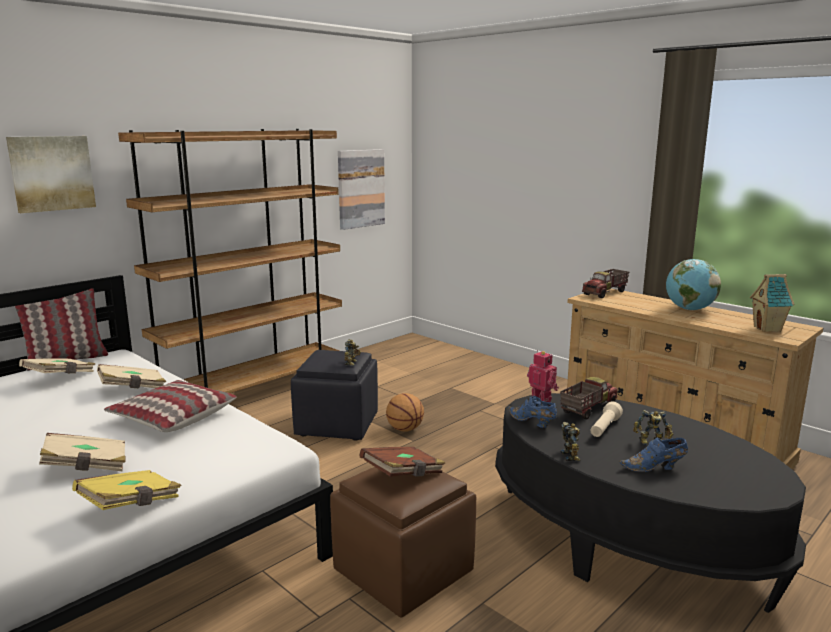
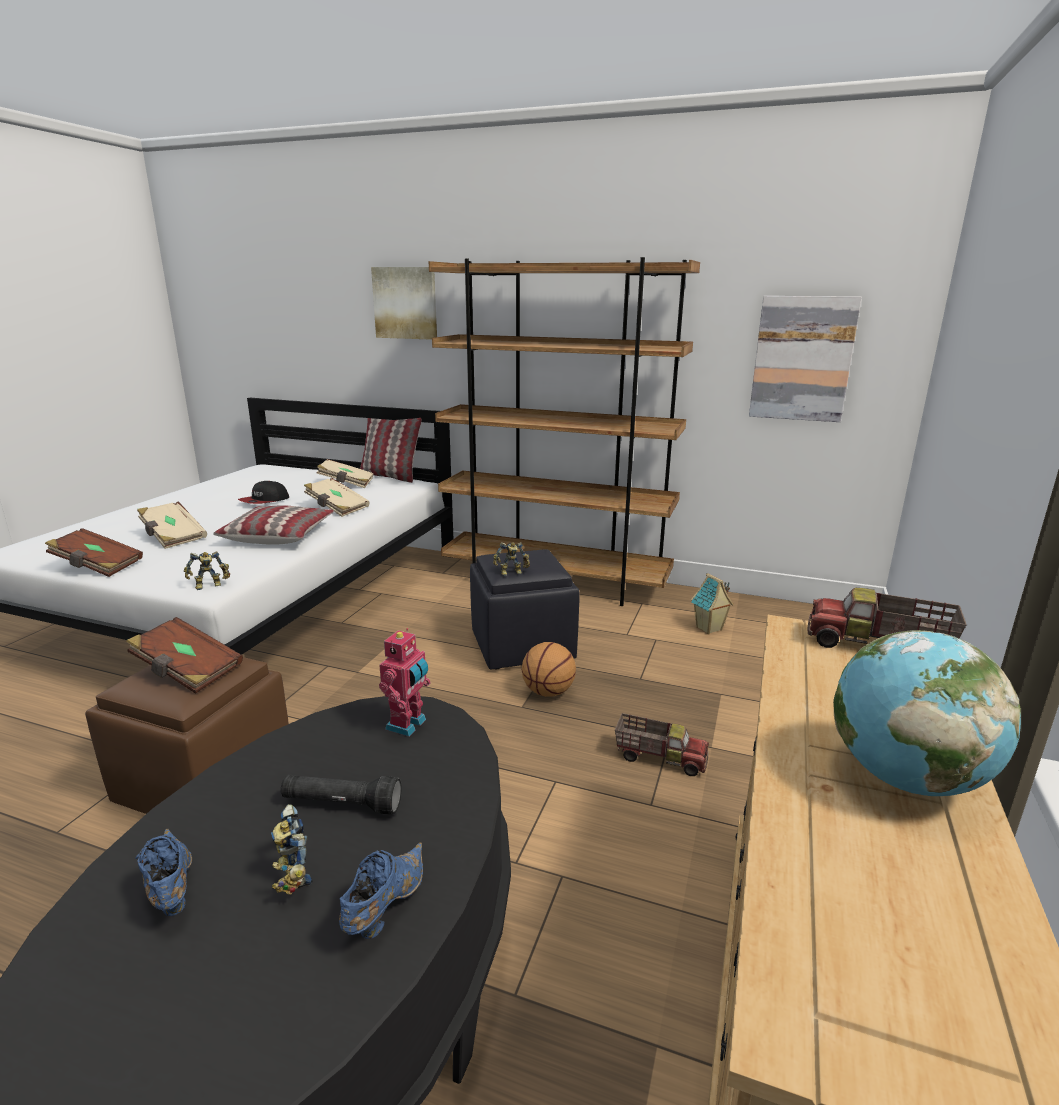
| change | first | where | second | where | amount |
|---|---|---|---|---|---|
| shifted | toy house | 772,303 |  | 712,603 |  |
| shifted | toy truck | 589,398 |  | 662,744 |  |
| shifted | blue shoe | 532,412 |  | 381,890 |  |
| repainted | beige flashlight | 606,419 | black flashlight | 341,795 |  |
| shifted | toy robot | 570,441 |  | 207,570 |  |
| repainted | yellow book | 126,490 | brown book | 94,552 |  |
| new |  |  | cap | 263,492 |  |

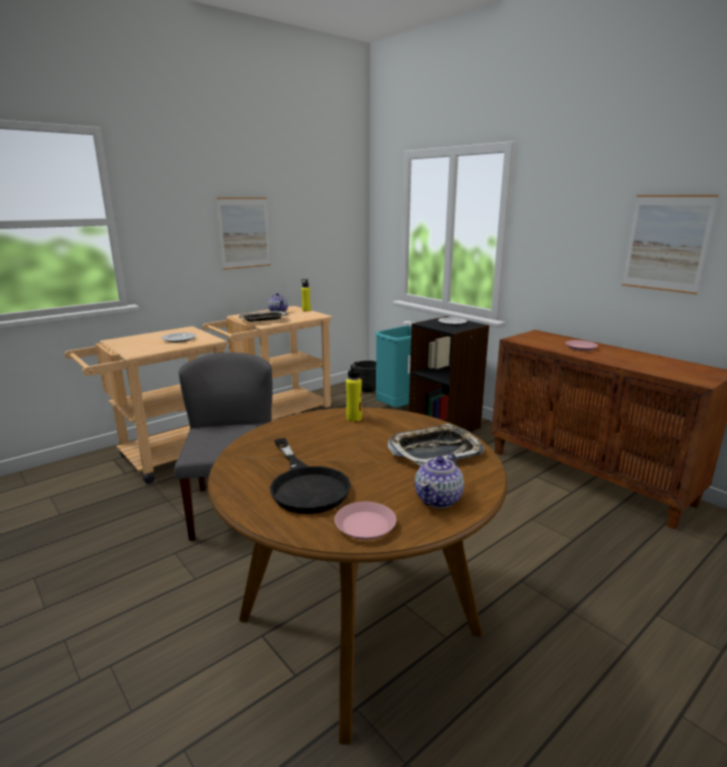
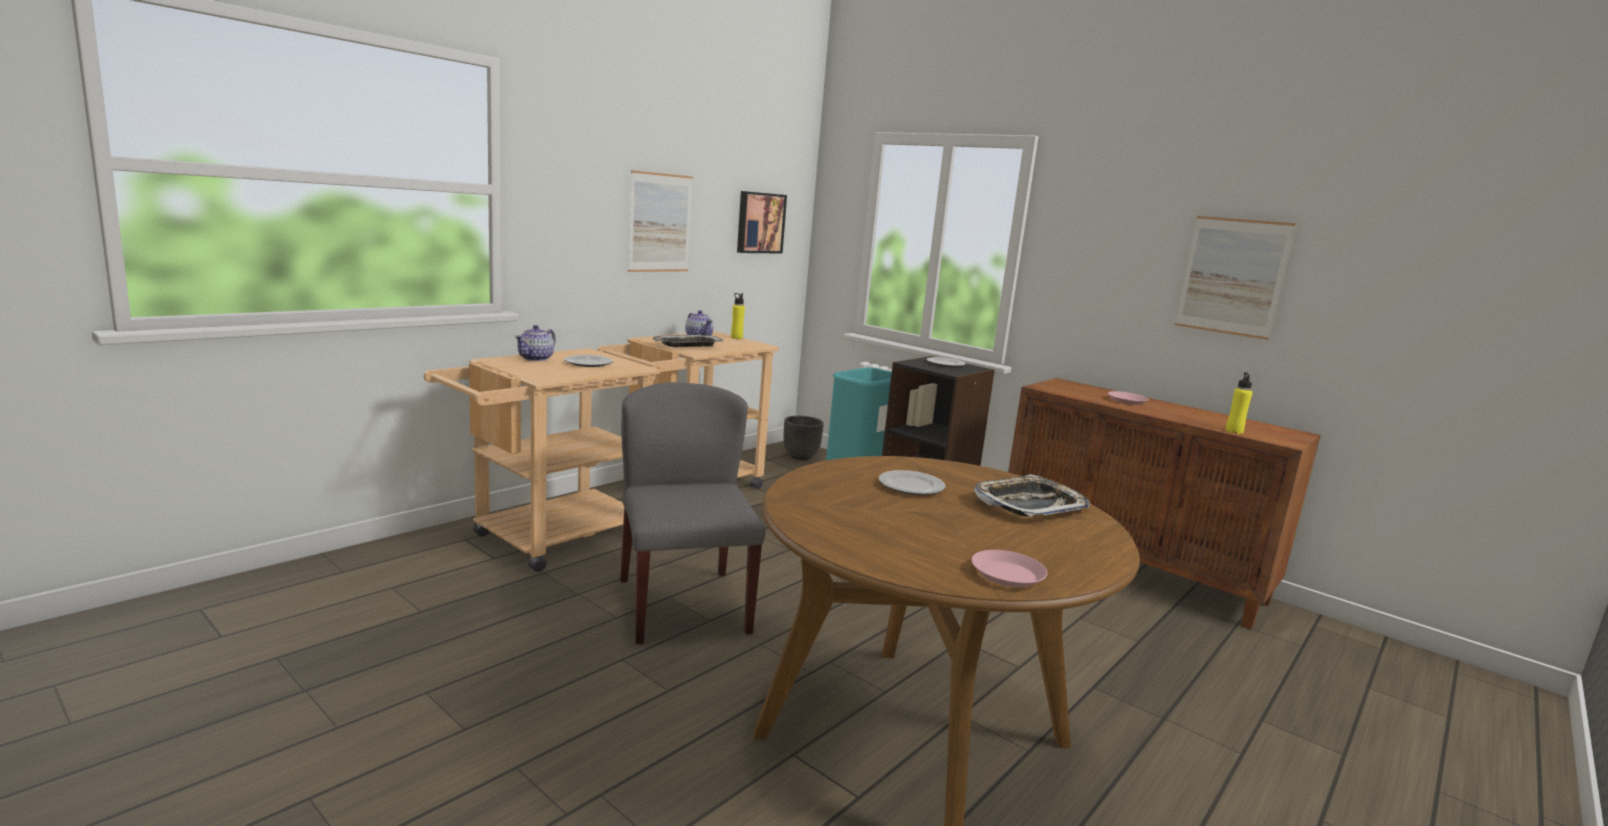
| change | first | where | second | where | amount |
|---|---|---|---|---|---|
| shifted | yellow bottle | 354,392 |  | 1239,403 |  |
| gone | black frying pan | 310,476 |  |  |  |
| shifted | teapot | 439,480 |  | 535,343 |  |
| new |  |  | picture | 762,222 |  |
| new |  |  | plate | 912,482 |  |

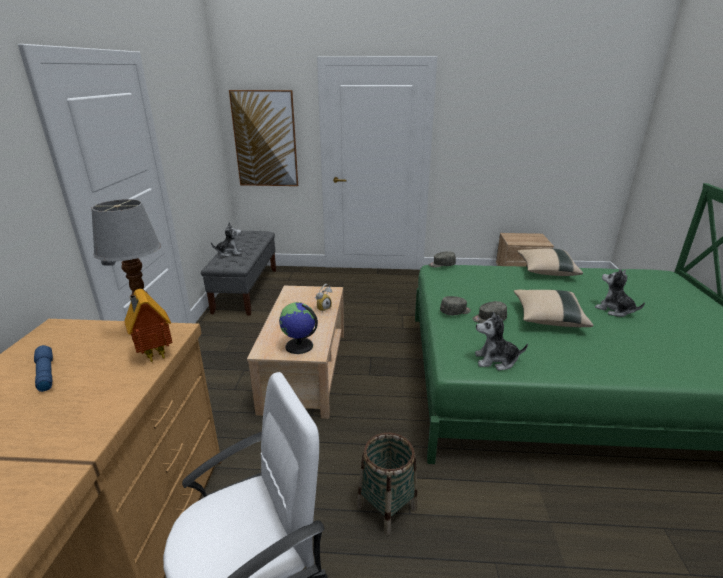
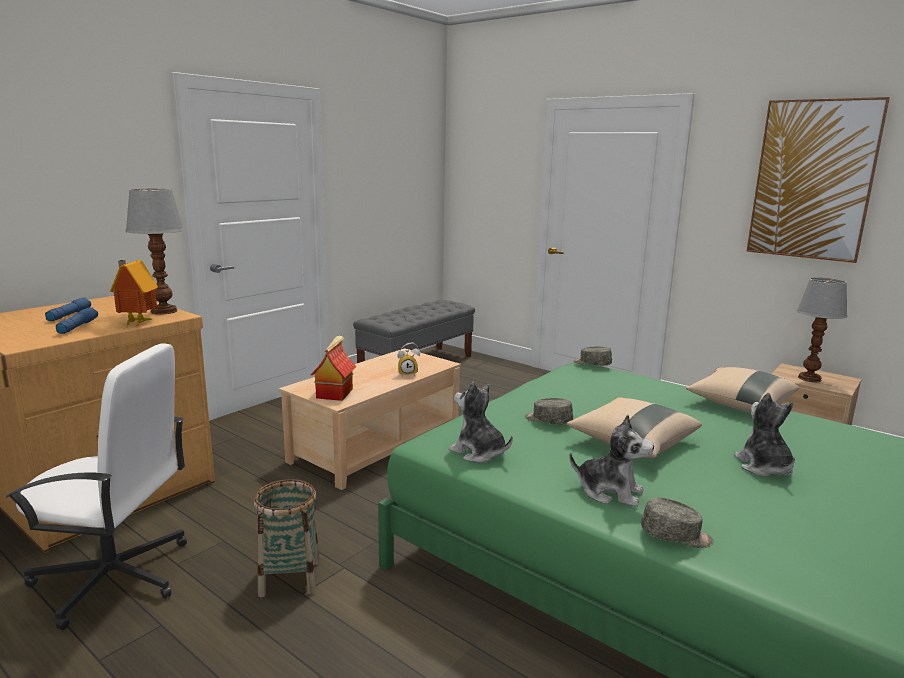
| change | first | where | second | where | amount |
|---|---|---|---|---|---|
| shifted | picture | 263,138 |  | 818,180 |  |
| shifted | plush toy | 226,239 |  | 611,460 |  |
| shifted | grey cap | 455,305 |  | 677,522 |  |
| swapped | globe | 298,328 | toy house | 333,368 |  |
| new |  |  | table lamp | 822,330 |  |
| new |  |  | blue flashlight | 77,320 |  |

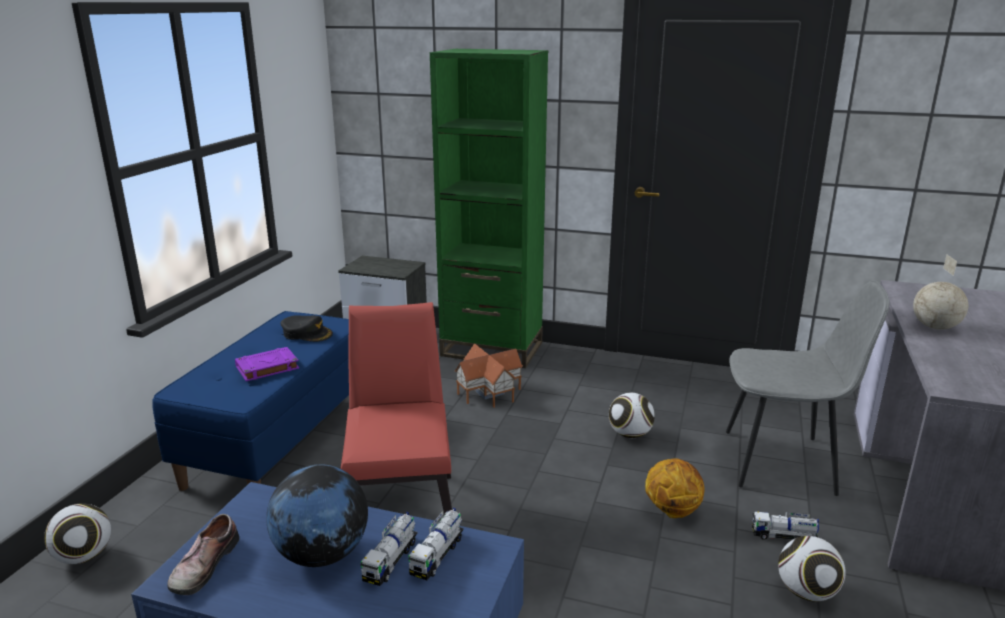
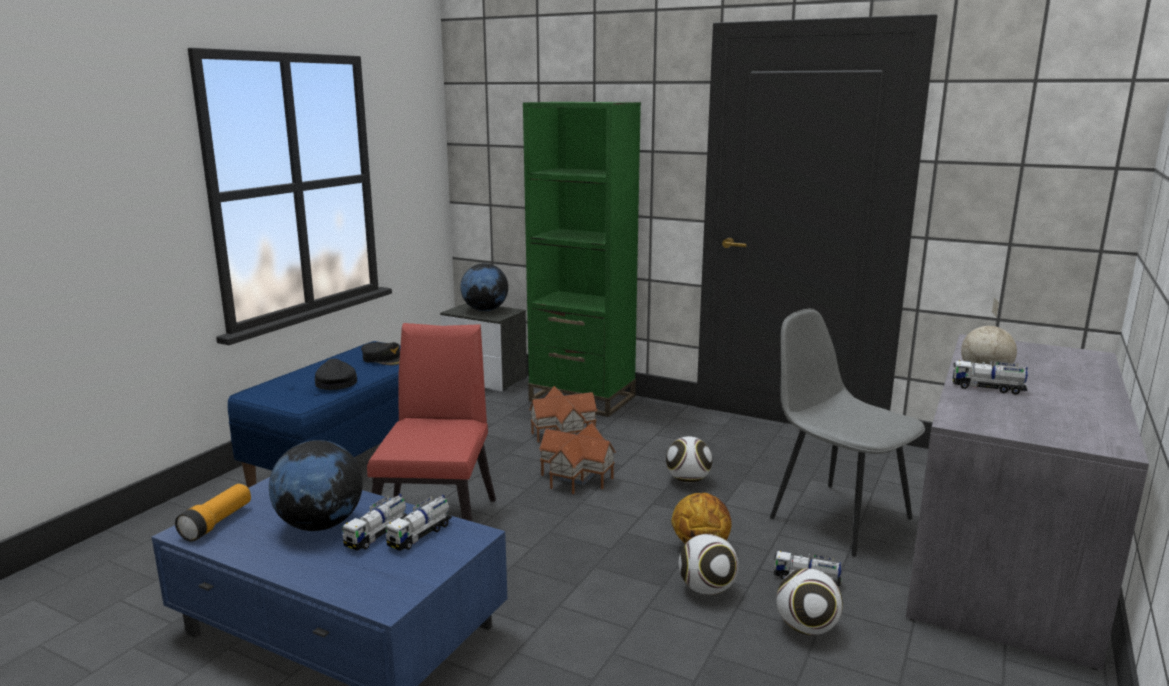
| change | first | where | second | where | amount |
|---|---|---|---|---|---|
| rotated | grey chair | 808,388 |  | 847,432 | 150 degrees counterclockwise |
| swapped | purple book | 267,364 | black cap | 336,374 |  |
| shifted | football | 77,533 |  | 708,564 |  |
| swapped | shoe | 203,554 | flashlight | 213,513 |  |
| new |  |  | globe | 484,287 |  |
| new |  |  | toy truck | 990,377 |  |
| new |  |  | toy house | 577,458 |  |

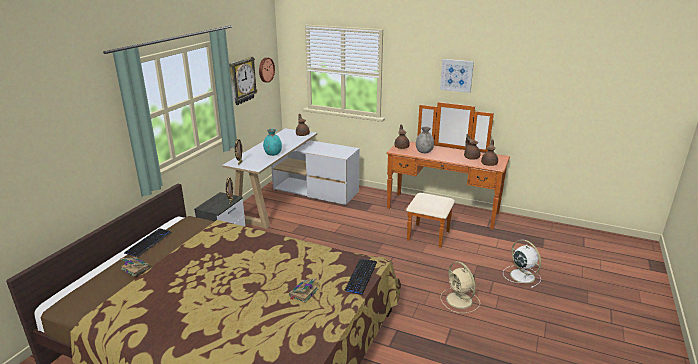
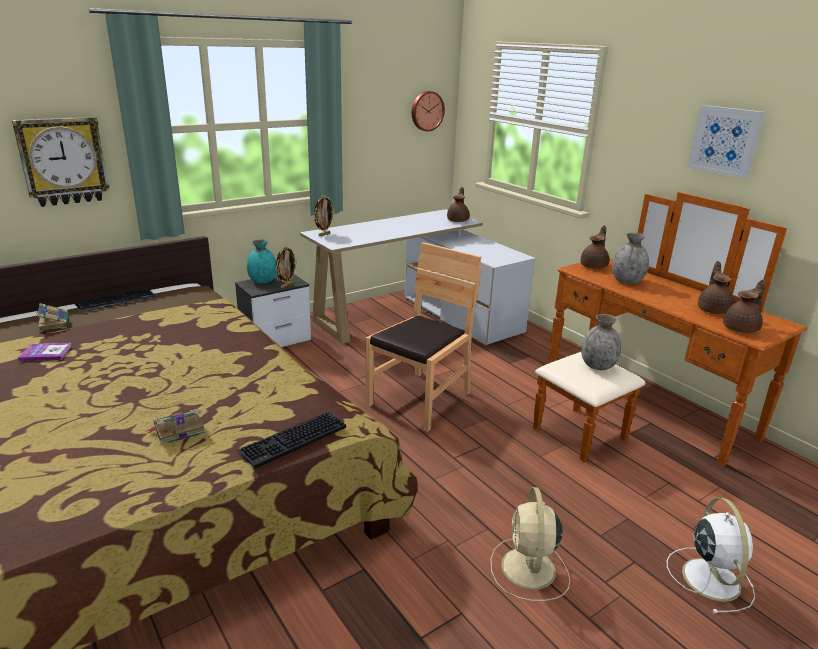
| change | first | where | second | where | amount |
|---|---|---|---|---|---|
| shifted | wall clock | 243,81 |  | 61,162 |  |
| shifted | turquoise vase | 272,142 |  | 262,261 |  |
| new |  |  | brown chair | 423,337 |  |
| new |  |  | grey vase | 601,342 |  |
| new |  |  | book | 45,352 |  |

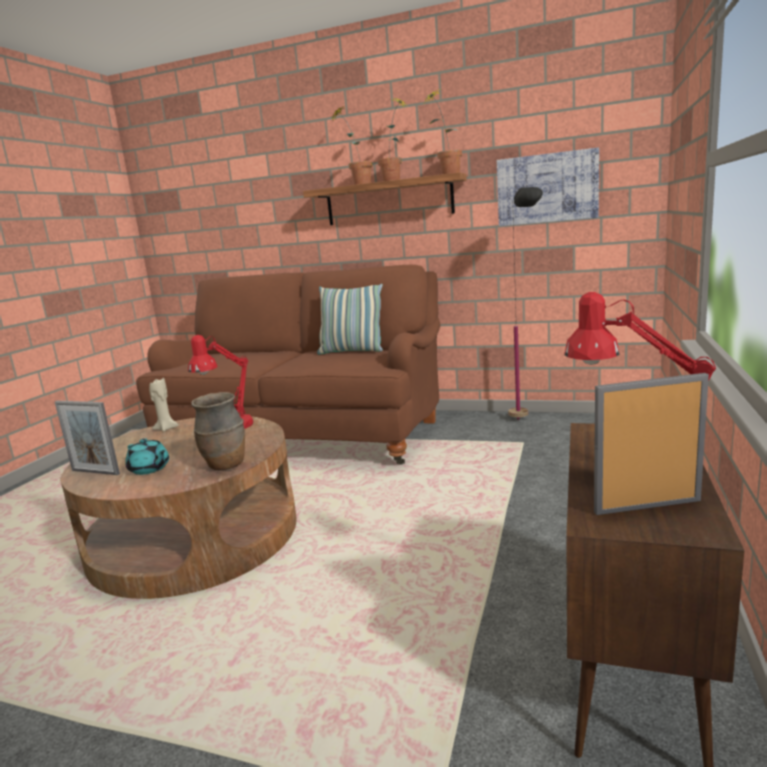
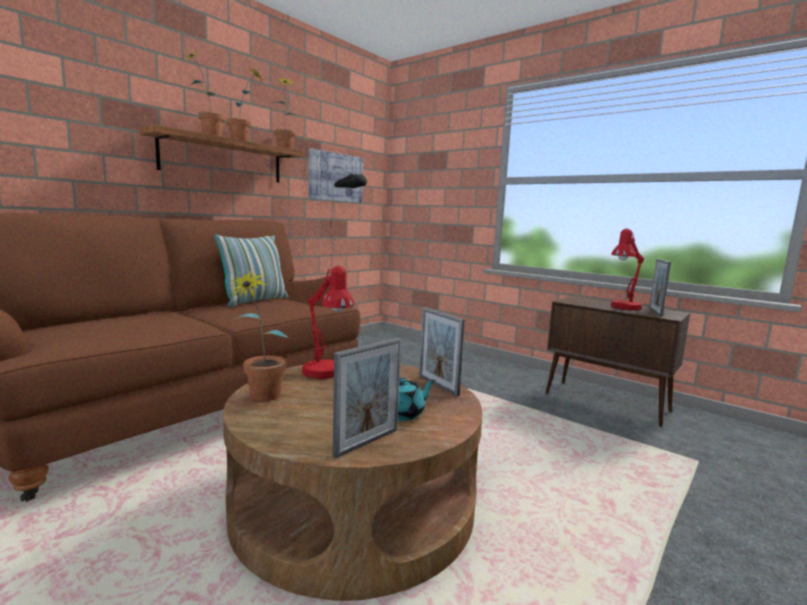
| change | first | where | second | where | amount |
|---|---|---|---|---|---|
| swapped | beige candle | 164,405 | potted plant | 259,335 |  |
| swapped | brown vase | 218,431 | picture frame | 442,351 |  |

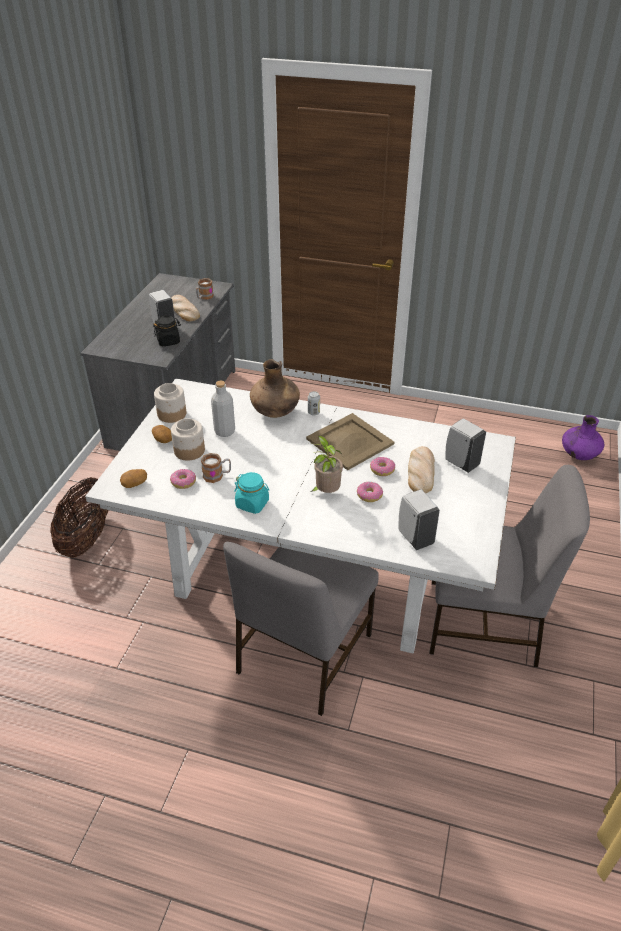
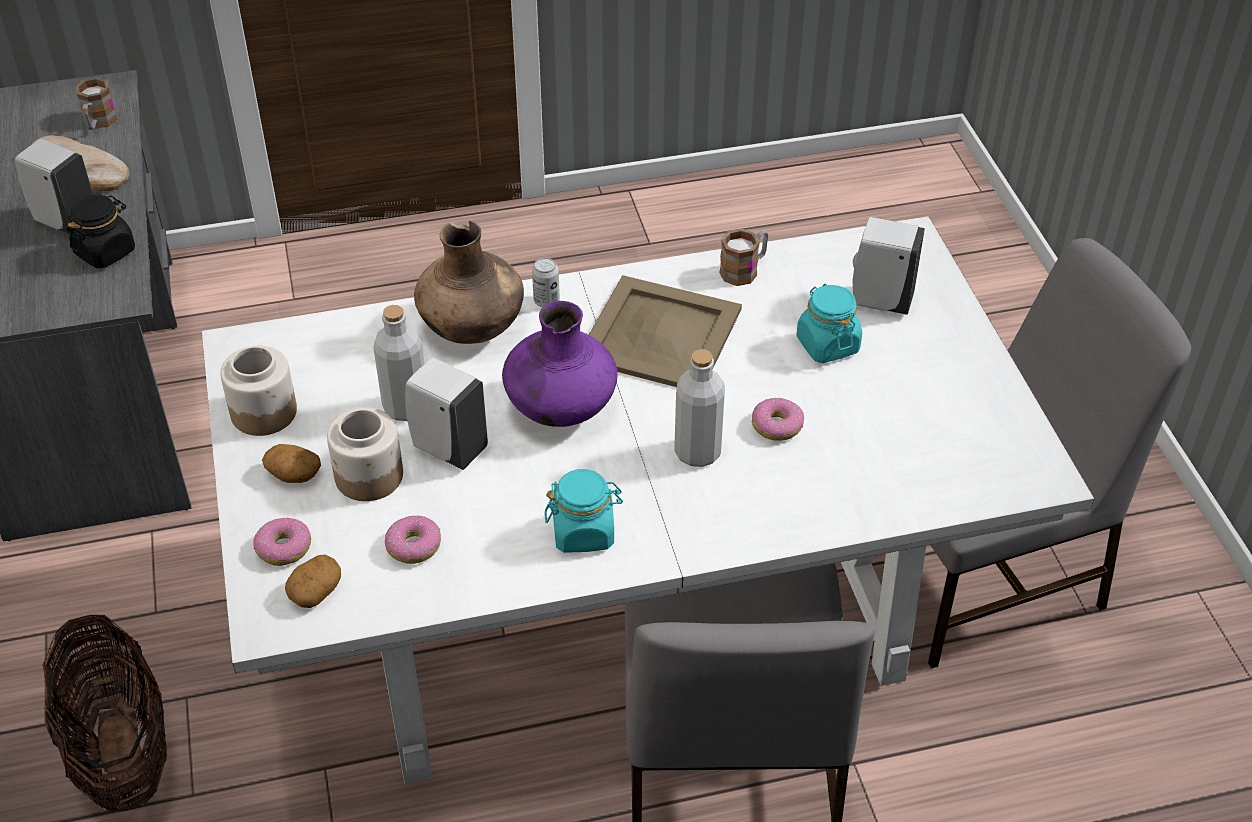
| change | first | where | second | where | amount |
|---|---|---|---|---|---|
| shifted | purple vase | 583,437 |  | 559,364 |  |
| swapped | potted plant | 326,464 | grey bottle | 699,408 |  |
| swapped | bread | 421,469 | turquoise jar | 829,323 |  |
| shifted | mug | 216,468 |  | 743,257 |  |
| shifted | donut | 382,466 |  | 282,541 |  |
| shifted | white soap dispenser | 419,520 |  | 446,413 |  |

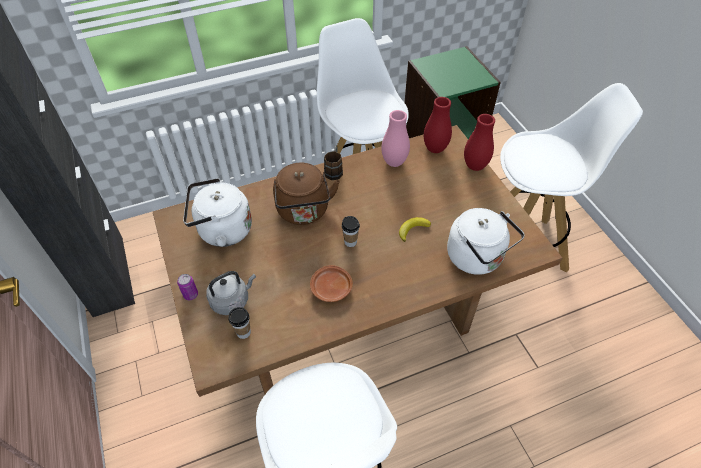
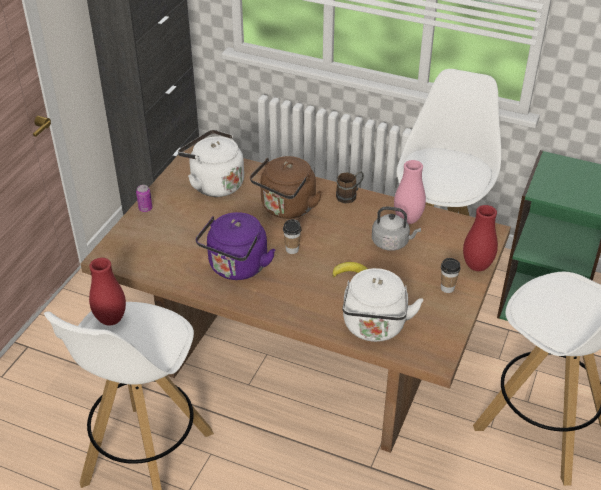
| change | first | where | second | where | amount |
|---|---|---|---|---|---|
| shifted | red vase | 438,125 |  | 107,292 |  |
| swapped | brown plate | 331,283 | purple kettle | 235,246 |  |
| shifted | grey kettle | 231,293 |  | 396,229 |  |
| shifted | cup | 239,323 |  | 451,275 |  |

